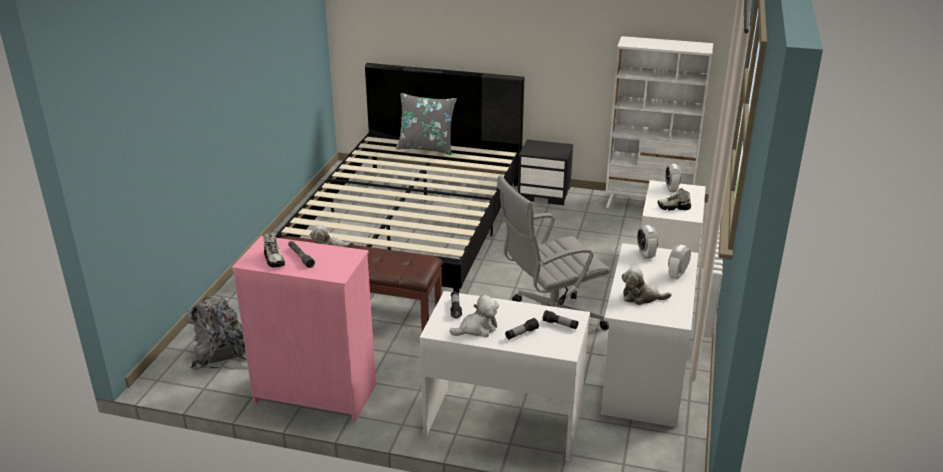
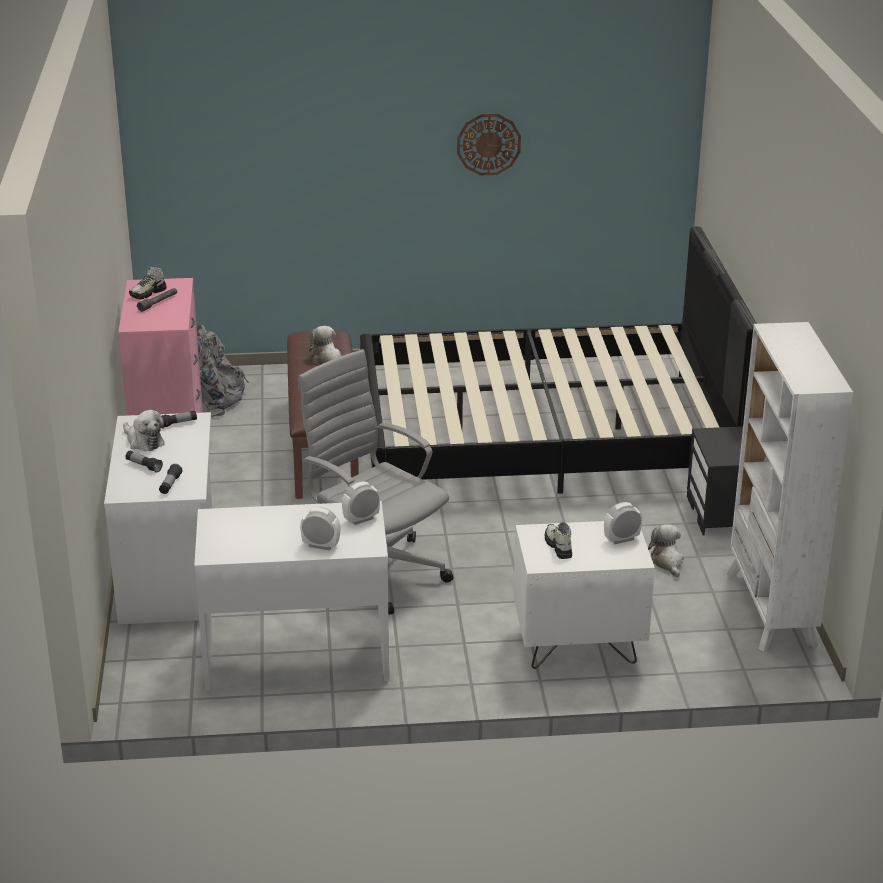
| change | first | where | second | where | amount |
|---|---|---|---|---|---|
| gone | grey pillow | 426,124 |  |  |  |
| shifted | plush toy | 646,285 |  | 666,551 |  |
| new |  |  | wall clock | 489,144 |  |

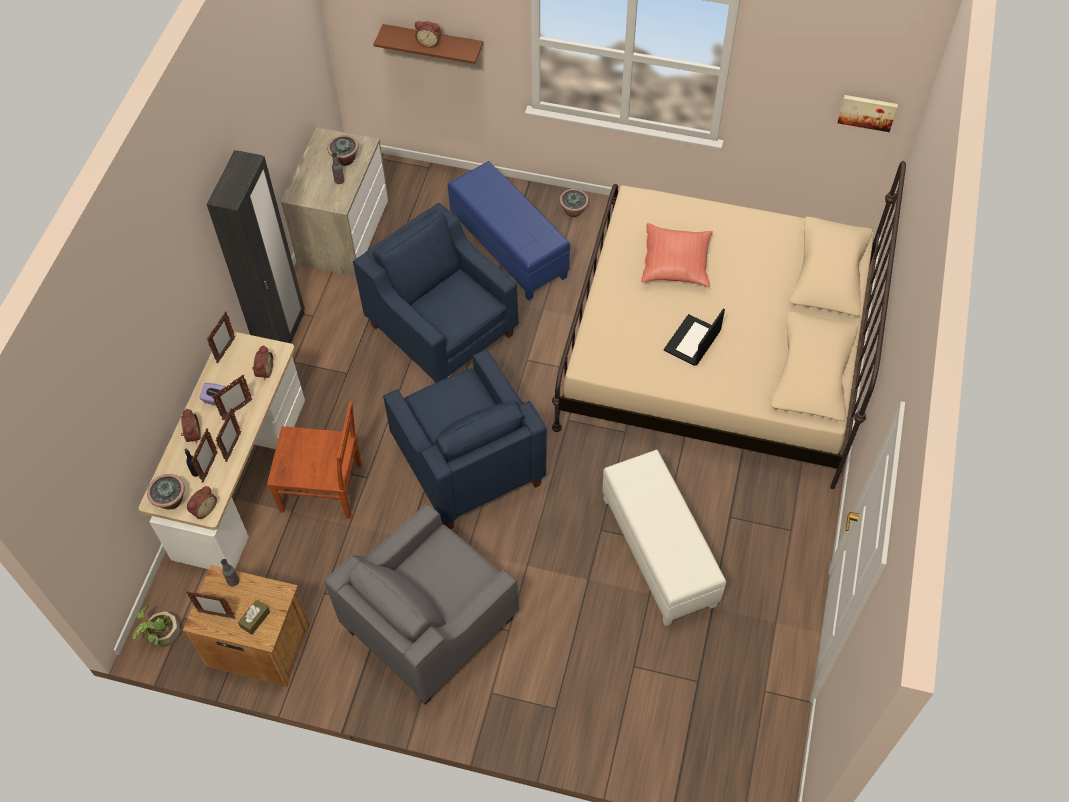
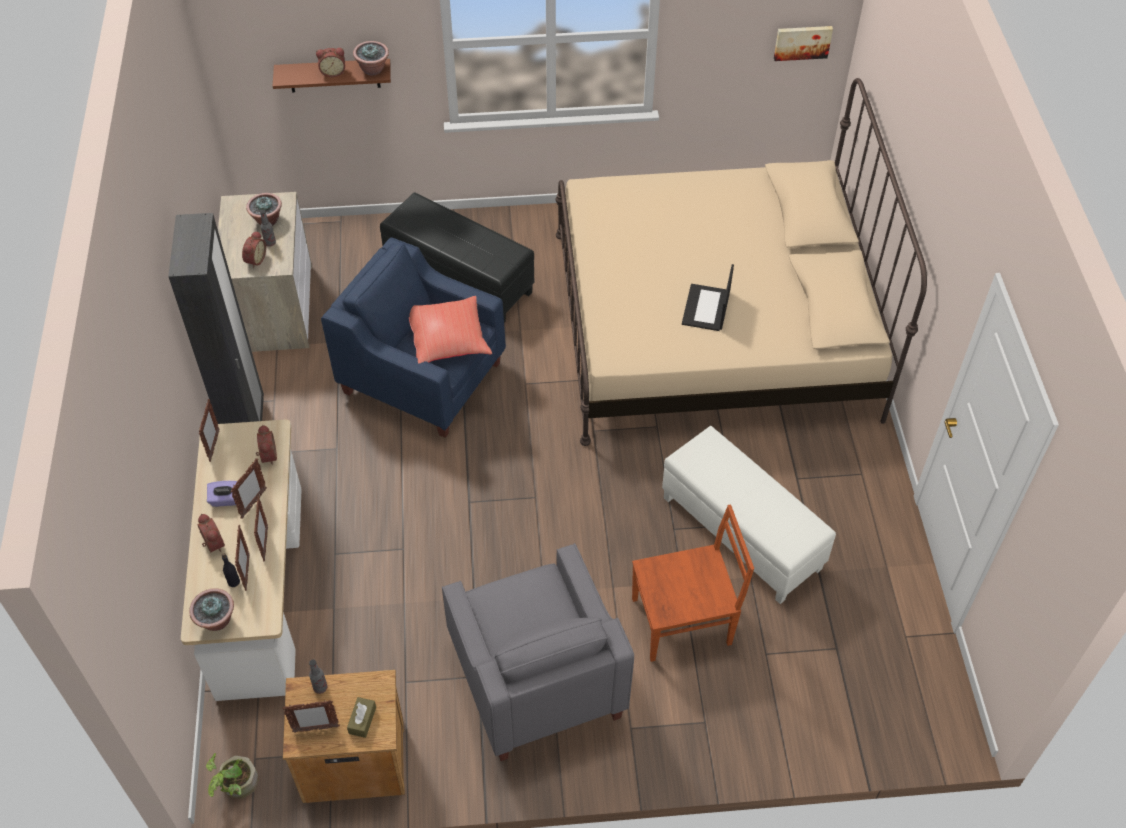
| change | first | where | second | where | amount |
|---|---|---|---|---|---|
| repainted | blue ottoman | 509,231 | black ottoman | 457,257 |  |
| shifted | potted plant | 574,203 |  | 371,58 |  |
| shifted | red pillow | 677,255 |  | 450,329 |  |
| gone | blue armchair | 465,439 |  |  |  |
| shifted | brown chair | 314,460 |  | 693,583 |  |
| shifted | alarm clock | 202,502 |  | 254,249 |  |
| rotated | grey armchair | 422,604 |  | 538,652 | 45 degrees counterclockwise |

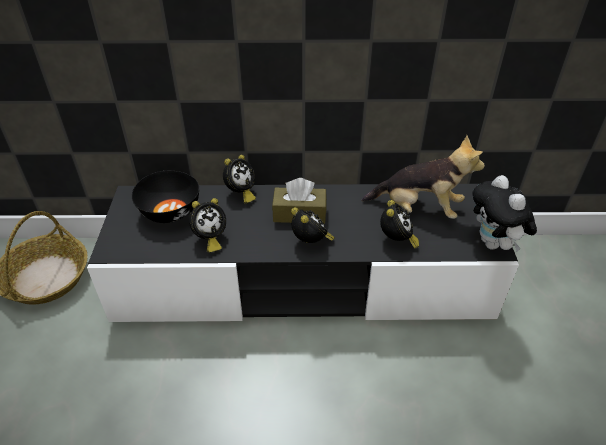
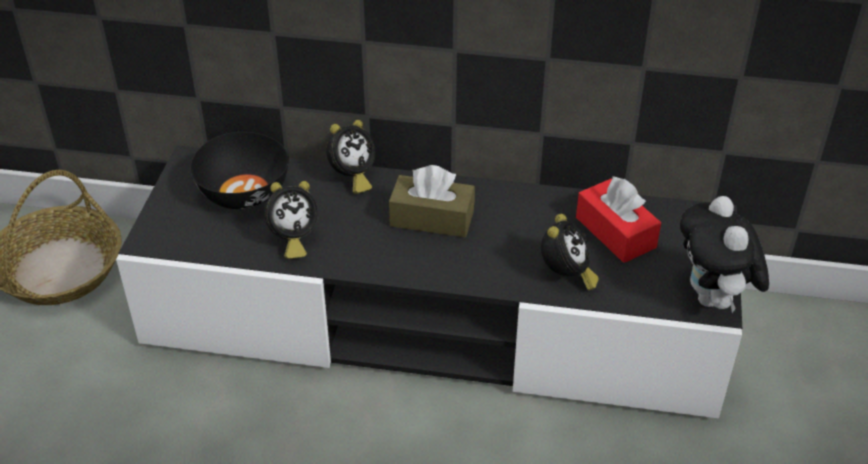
| change | first | where | second | where | amount |
|---|---|---|---|---|---|
| swapped | plush toy | 423,177 | red tissue box | 618,219 |  |
| gone | alarm clock | 313,225 |  |  |  |

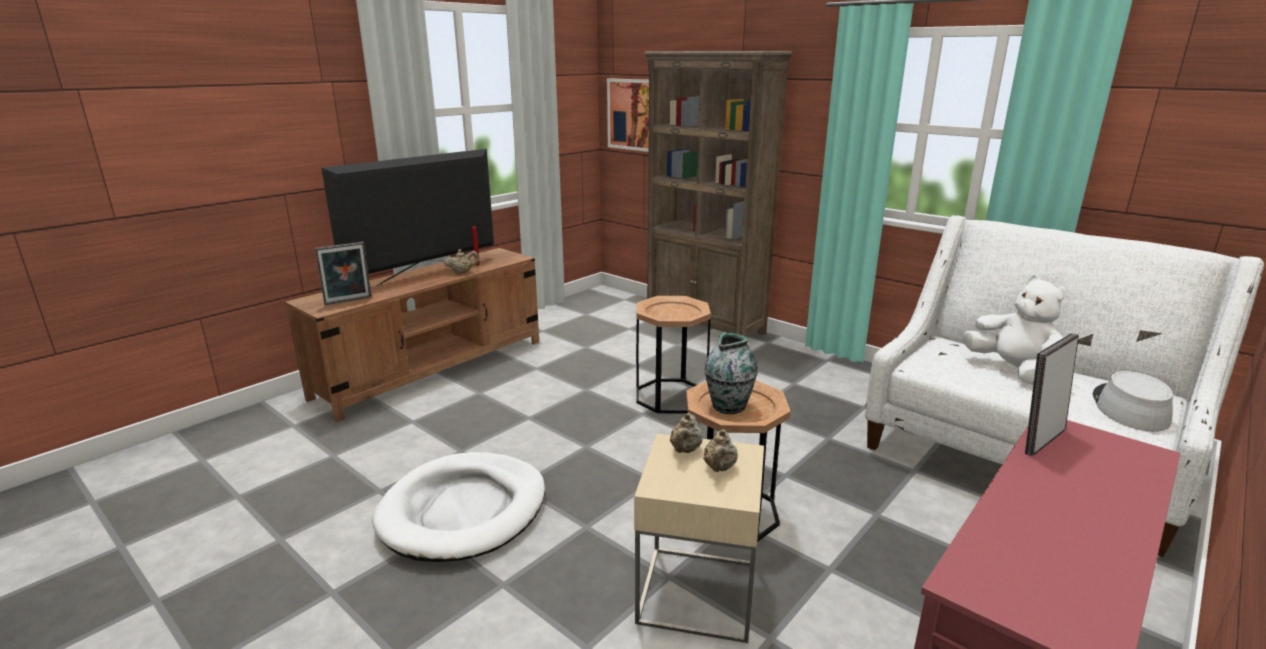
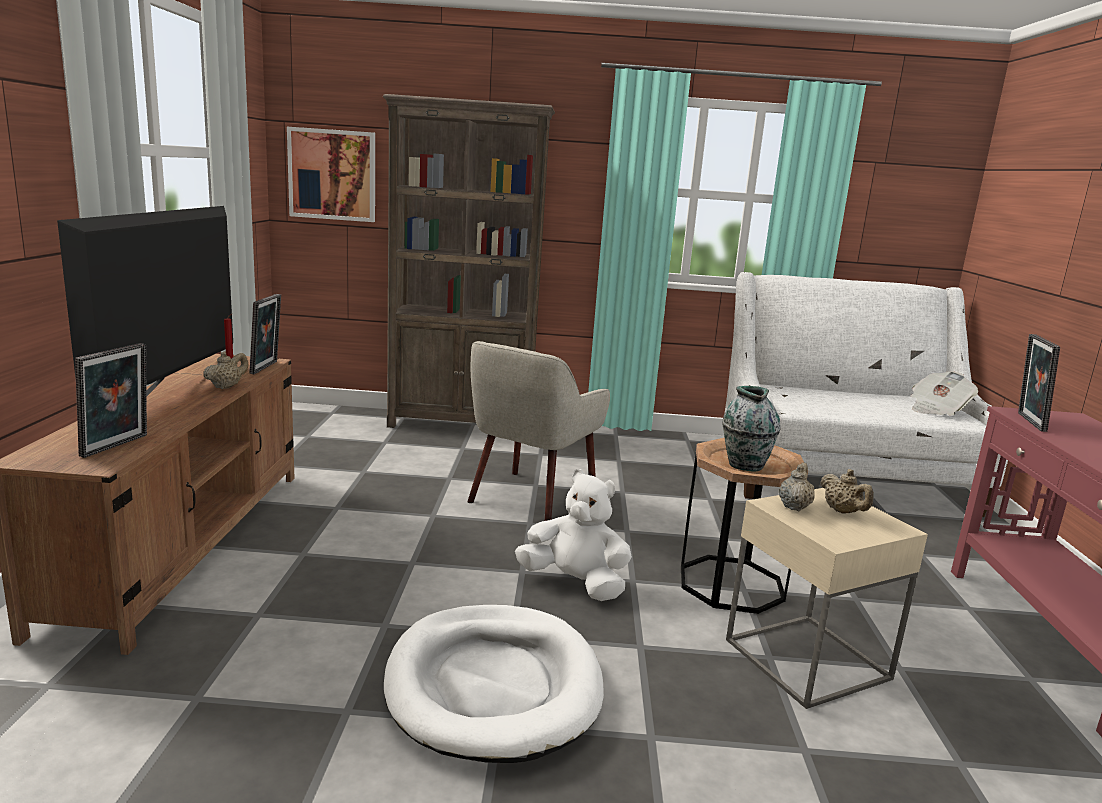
| change | first | where | second | where | amount |
|---|---|---|---|---|---|
| shifted | white plush toy | 1014,330 |  | 573,535 |  |
| swapped | brown side table | 673,355 | beige armchair | 538,431 |  |
| swapped | grey hat | 1132,401 | newspaper | 944,393 |  |
| rotated | beige teapot | 686,433 |  | 796,486 | 135 degrees counterclockwise |
| new |  |  | picture frame | 265,334 |  |

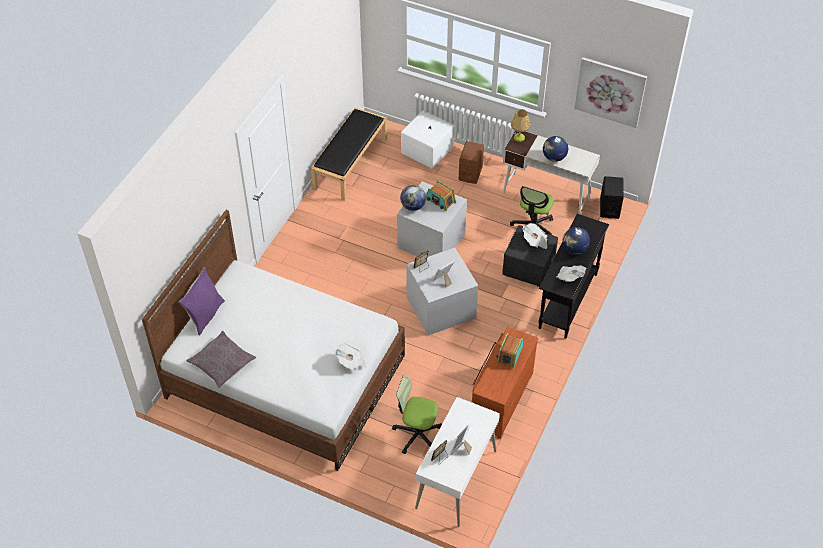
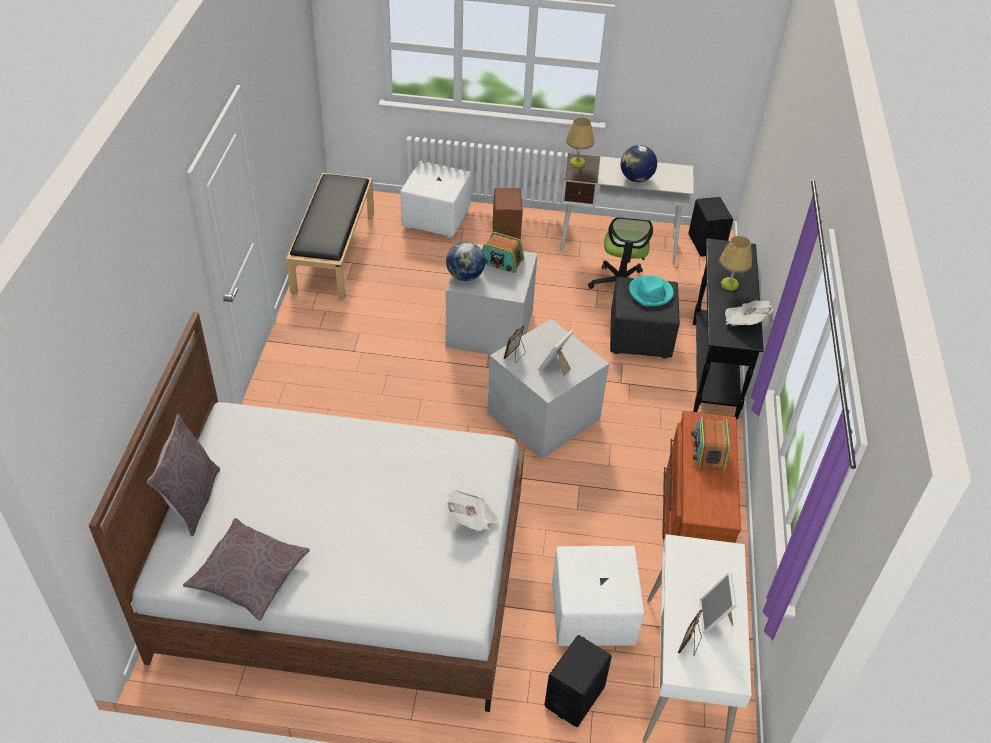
| change | first | where | second | where | amount |
|---|---|---|---|---|---|
| gone | picture | 610,92 |  |  |  |
| swapped | newspaper | 535,236 | turquoise hat | 651,290 |  |
| swapped | globe | 576,241 | table lamp | 735,263 |  |
| repainted | purple pillow | 201,301 | grey pillow | 183,475 |  |
| swapped | office chair | 417,415 | white ottoman | 598,596 |  |
| new |  |  | black speaker | 578,681 |  |

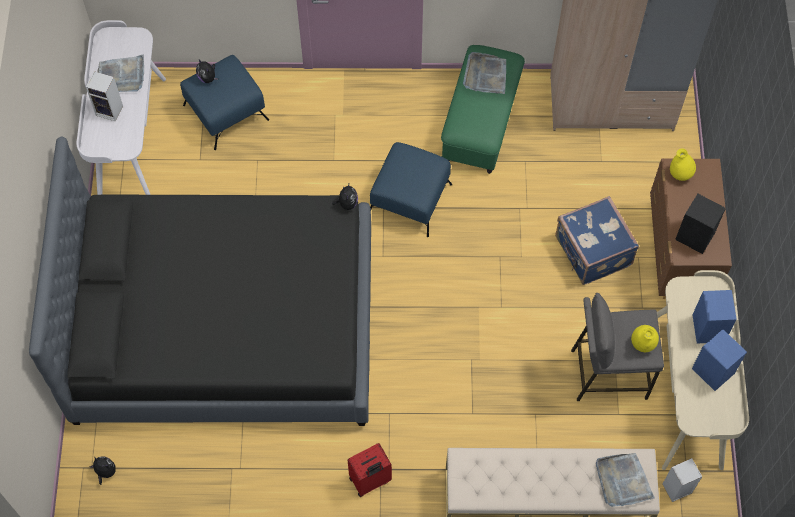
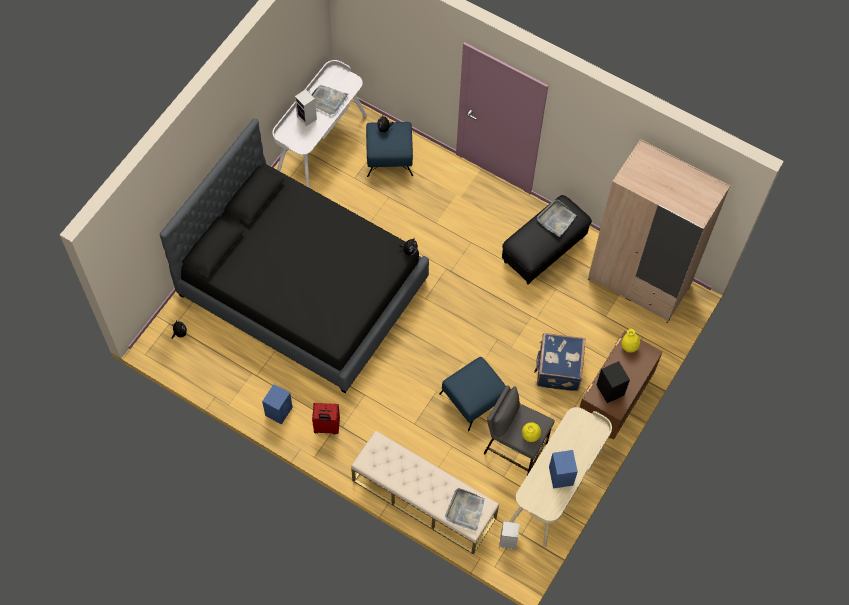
| change | first | where | second | where | amount |
|---|---|---|---|---|---|
| repainted | green ottoman | 483,109 | black ottoman | 547,240 |  |
| shifted | blue ottoman | 411,189 |  | 472,394 |  |
| shifted | blue speaker | 714,316 |  | 277,404 |  |

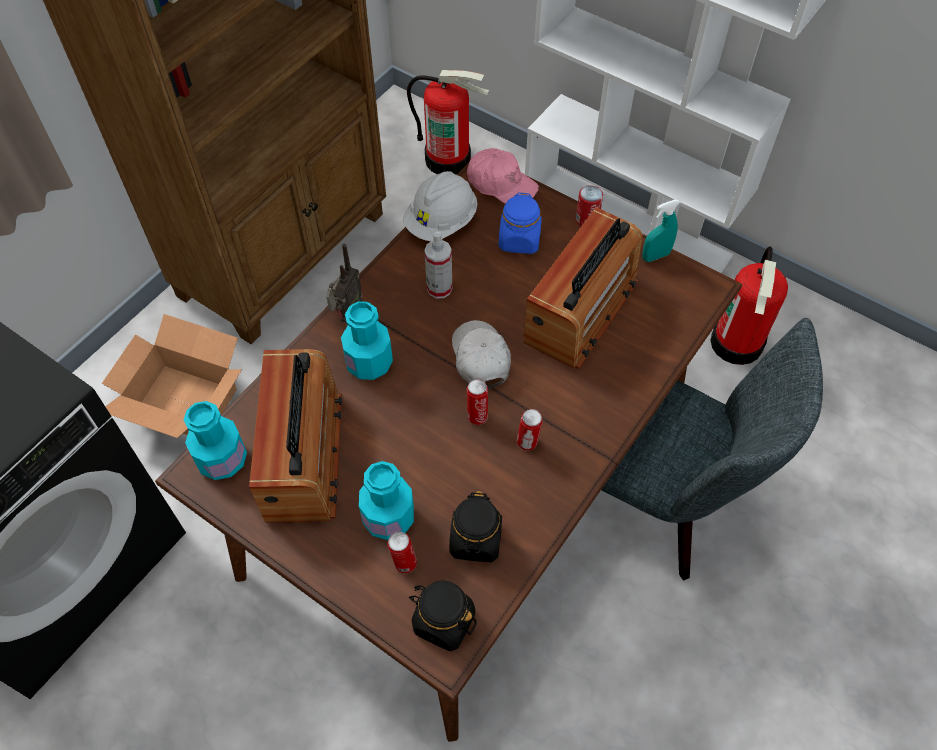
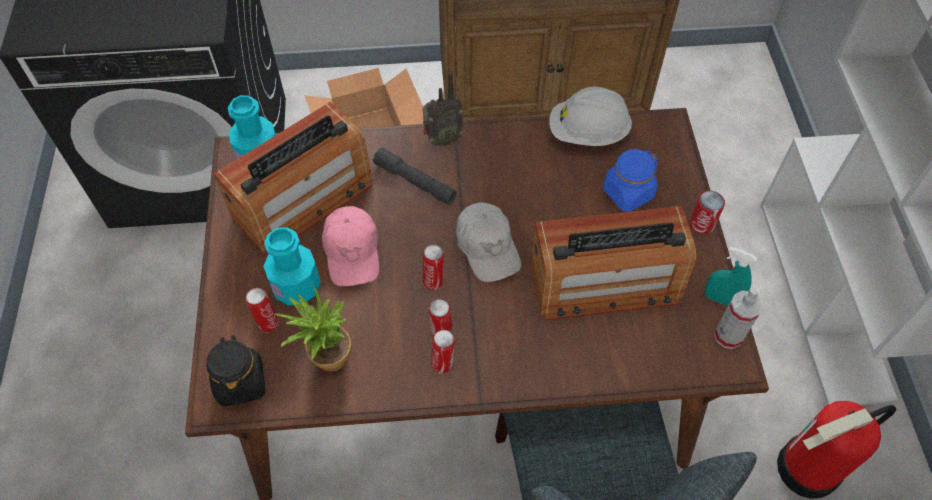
| change | first | where | second | where | amount |
|---|---|---|---|---|---|
| gone | fire extinguisher | 448,122 |  |  |  |
| shifted | pink cap | 503,176 |  | 350,246 |  |
| shifted | spray bottle | 438,265 |  | 738,318 |  |
| swapped | turquoise bottle | 367,340 | grey flashlight | 415,176 |  |
| rotated | white cap | 481,354 |  | 488,242 | 120 degrees clockwise |
| swapped | black jar | 475,526 | potted plant | 312,328 |  |
| new |  |  | can | 443,352 |  |

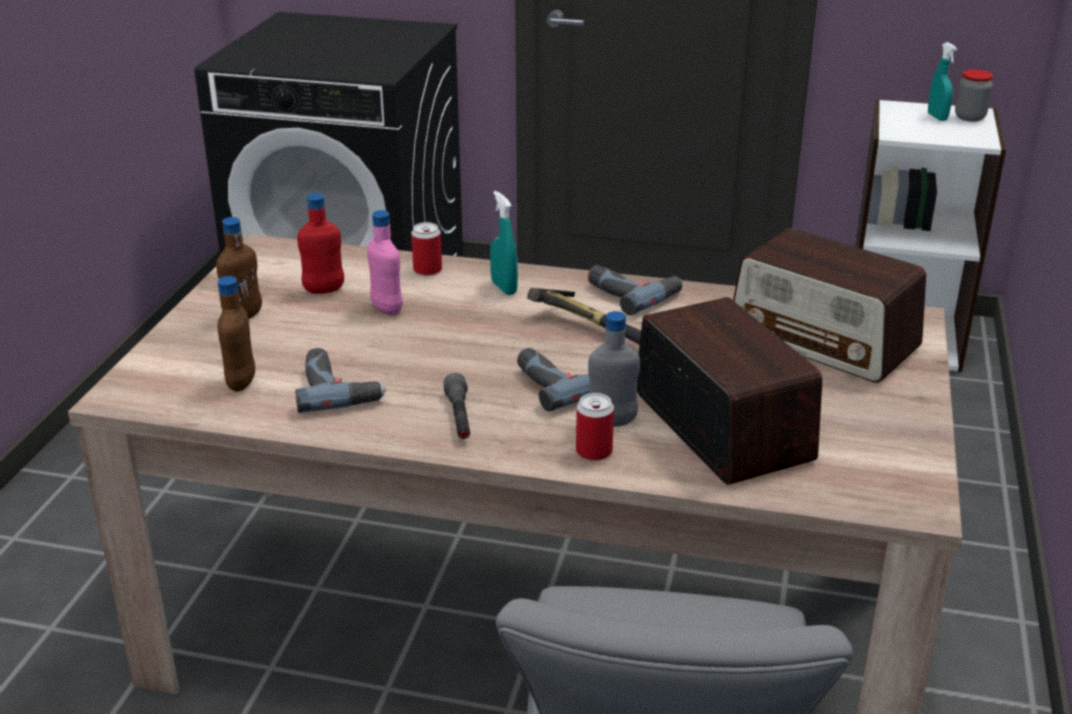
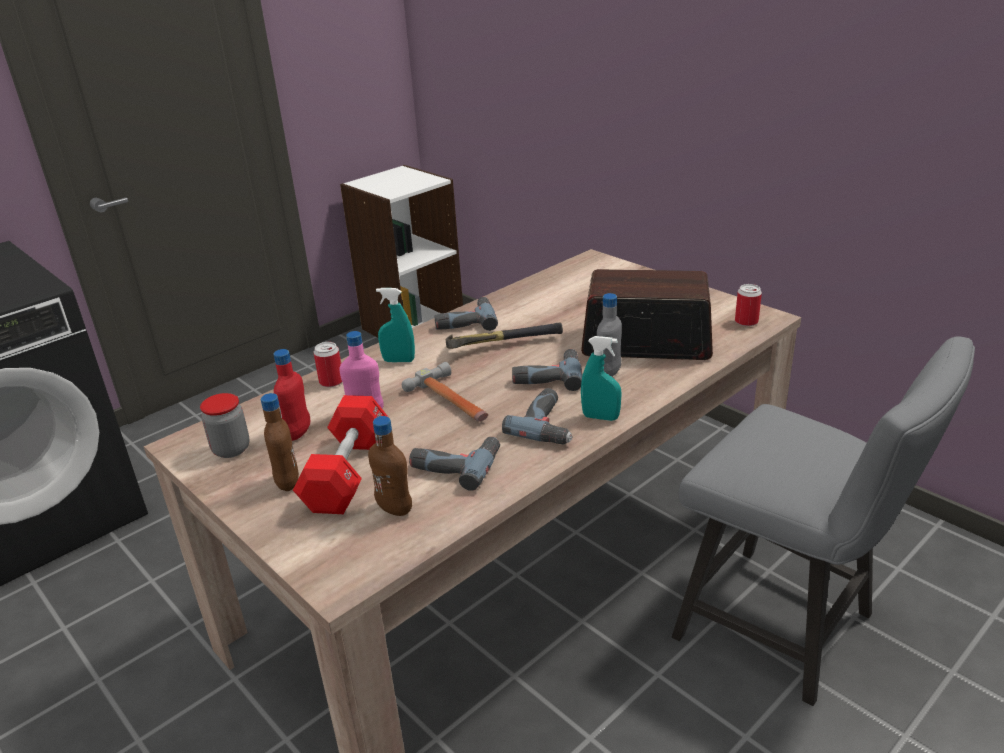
| change | first | where | second | where | amount |
|---|---|---|---|---|---|
| shifted | turquoise spray bottle | 942,81 |  | 601,378 |  |
| shifted | jar | 974,95 |  | 225,425 |  |
| gone | radio | 829,305 |  |  |  |
| swapped | grey flashlight | 456,406 | power drill | 537,416 |  |
| shifted | can | 595,427 |  | 748,305 |  |
| new |  |  | hammer | 445,392 |  |
| new |  |  | red dumbbell | 340,454 |  |

